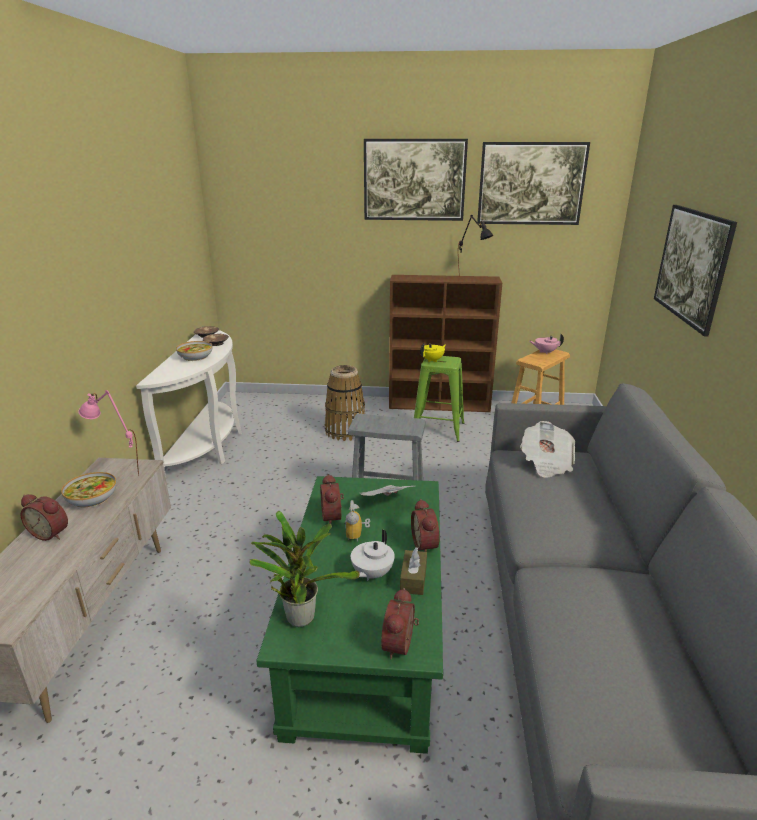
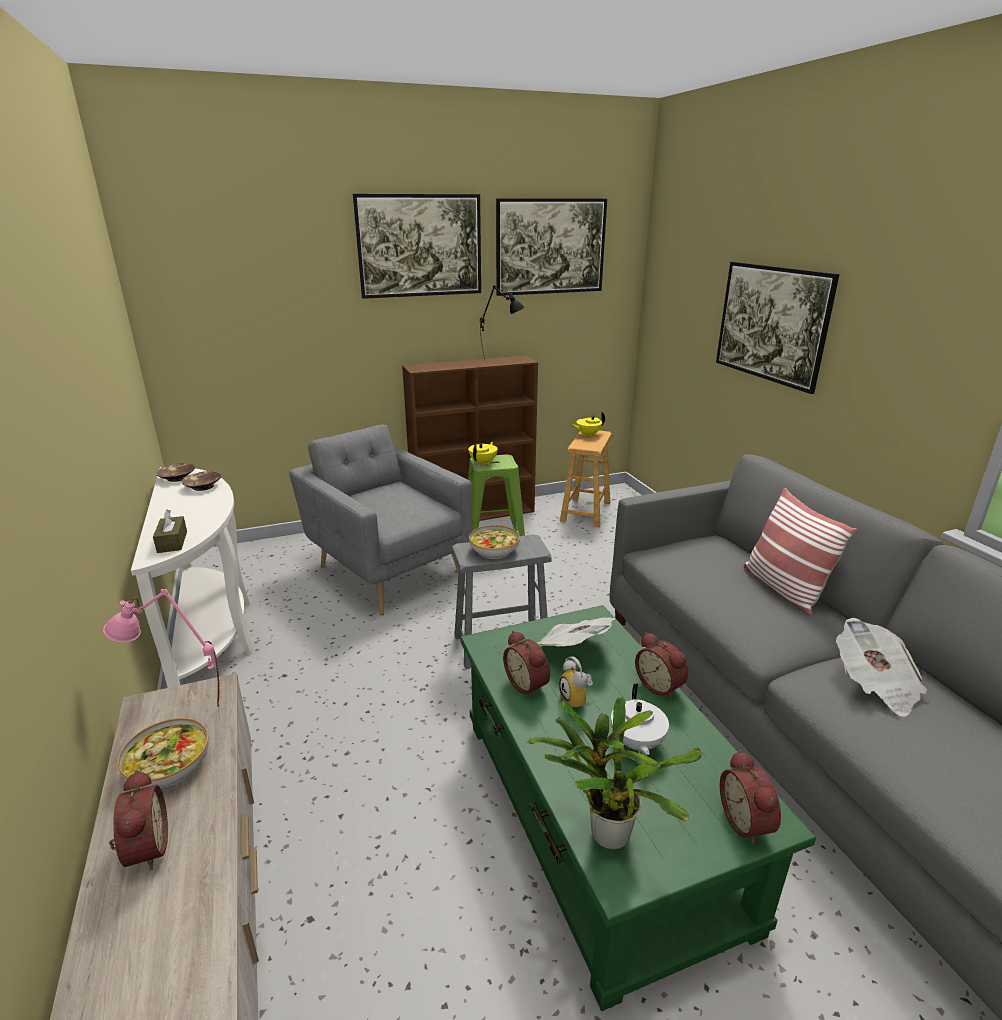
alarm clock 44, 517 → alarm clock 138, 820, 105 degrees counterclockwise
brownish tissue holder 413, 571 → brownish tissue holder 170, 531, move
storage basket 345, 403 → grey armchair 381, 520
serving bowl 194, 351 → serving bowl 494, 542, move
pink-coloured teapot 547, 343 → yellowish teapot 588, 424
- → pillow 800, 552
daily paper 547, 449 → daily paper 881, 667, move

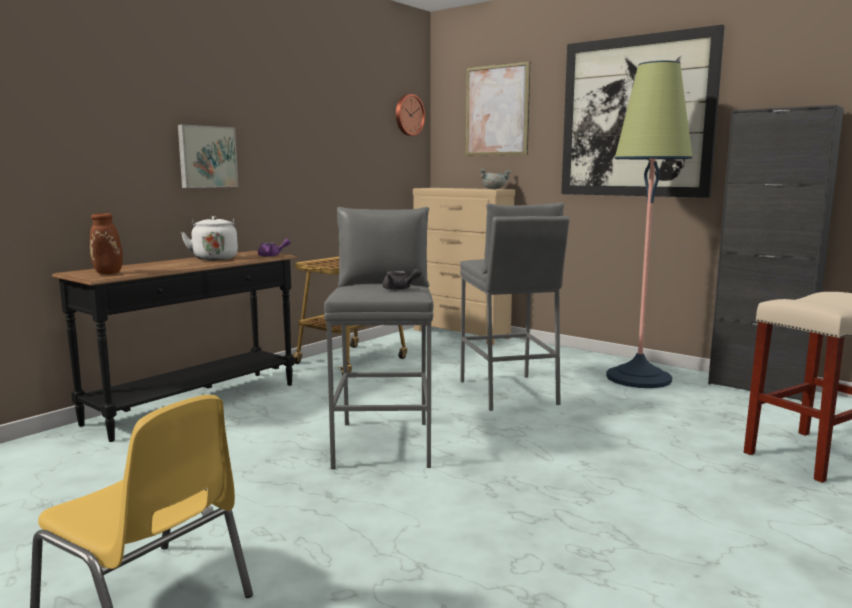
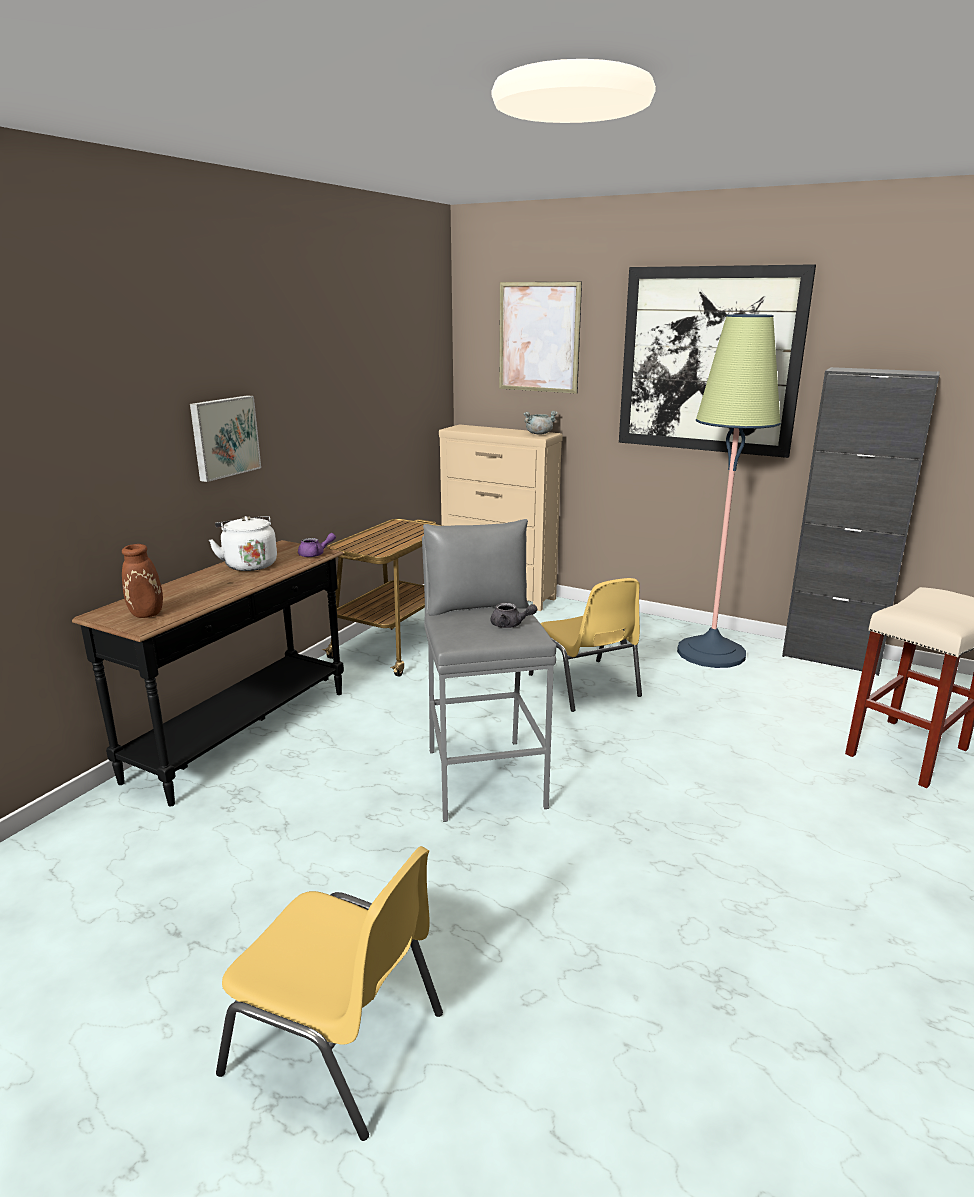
grey sitting stool 514, 307 → yellowish plain chair 585, 645
clock on the wall 410, 115 → -

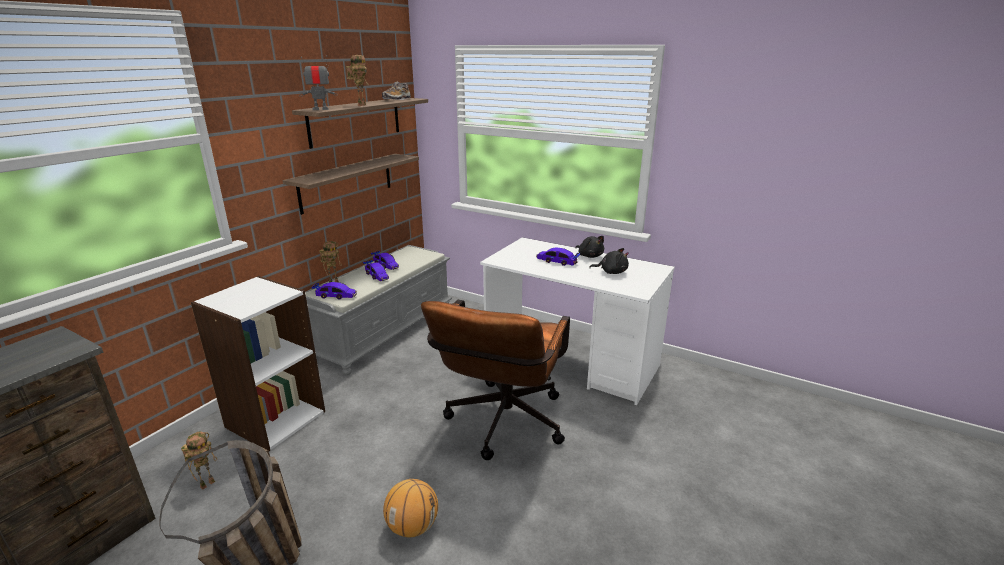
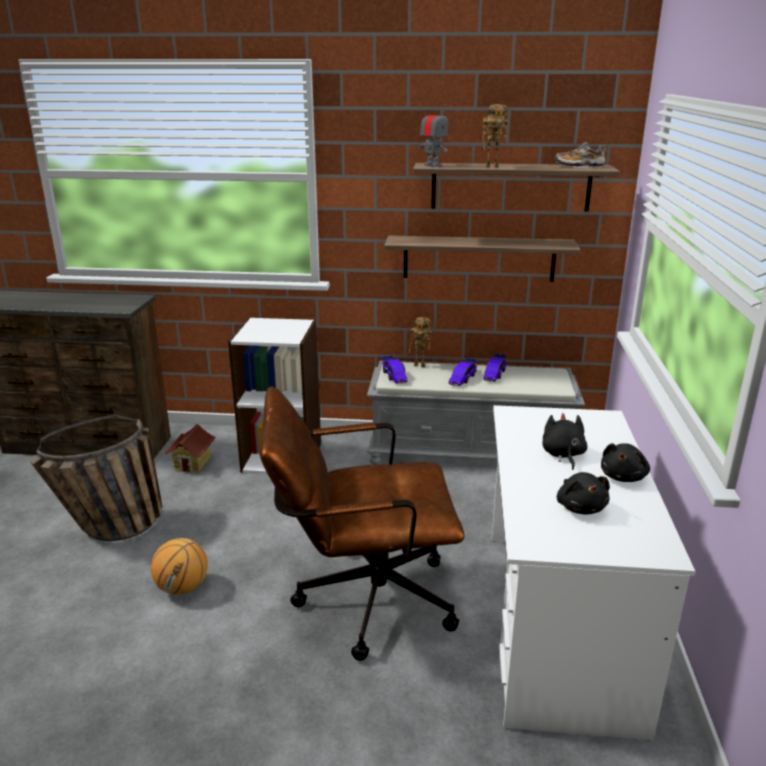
robot figure 199, 461 → model house 190, 448
model car 558, 257 → black-coloured plush toy 564, 441

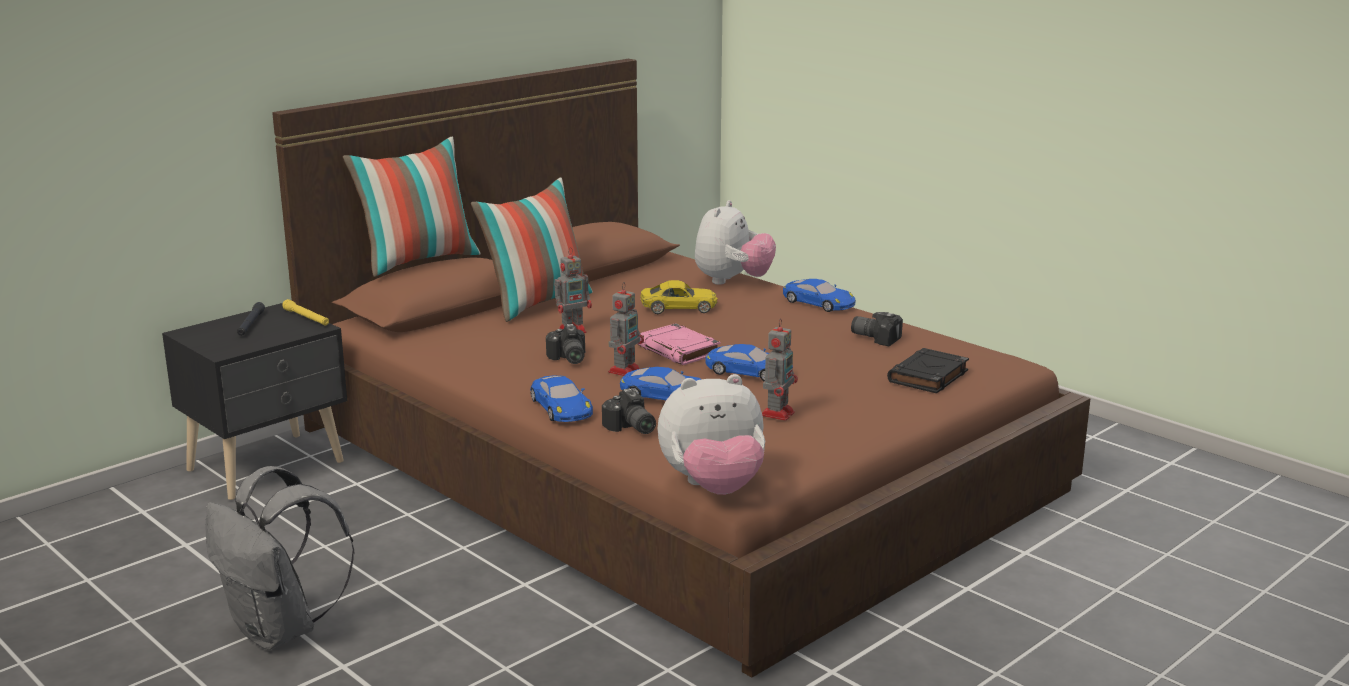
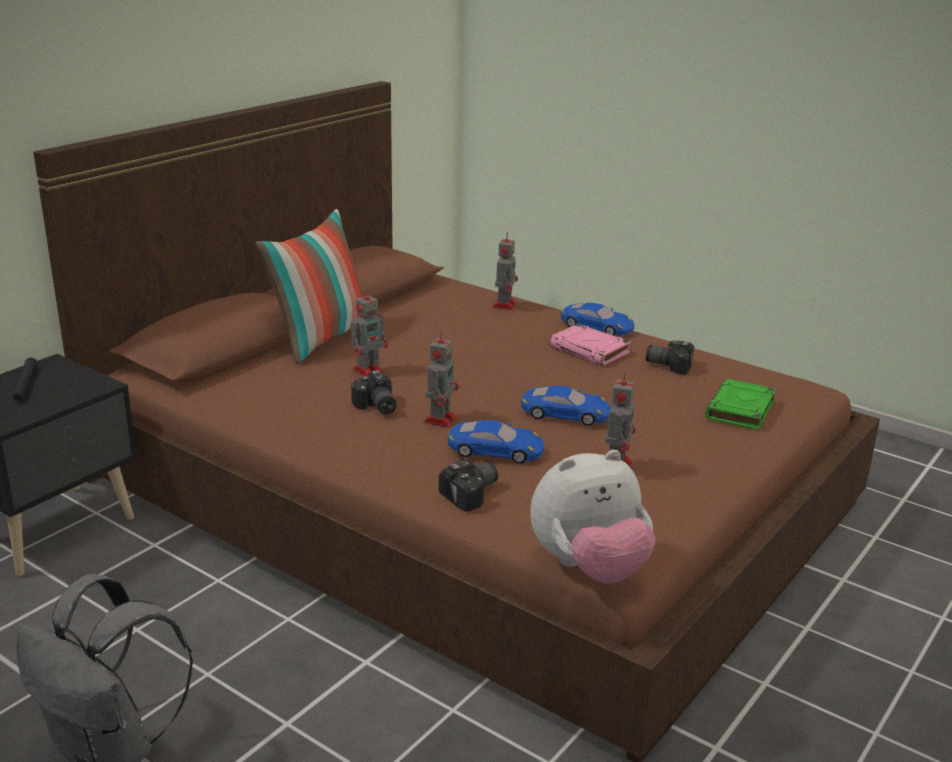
photo camera 629, 411 → photo camera 468, 486, 90 degrees counterclockwise
plush toy 735, 242 → robot figure 505, 271
pink-coloured book 678, 344 → pink-coloured book 590, 345, move
black-coloured book 928, 370 → green-coloured book 740, 404
yellowish flashlight 305, 312 → -
pillow 411, 207 → -
blue-coloured model car 561, 399 → -
yellowish model car 679, 297 → -

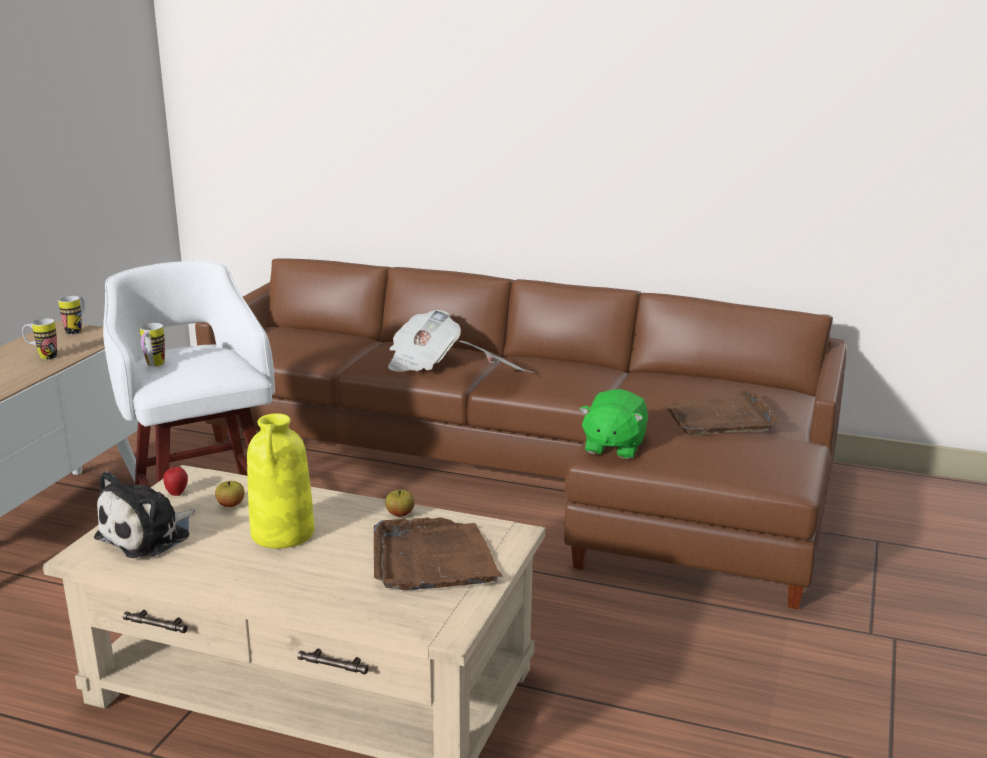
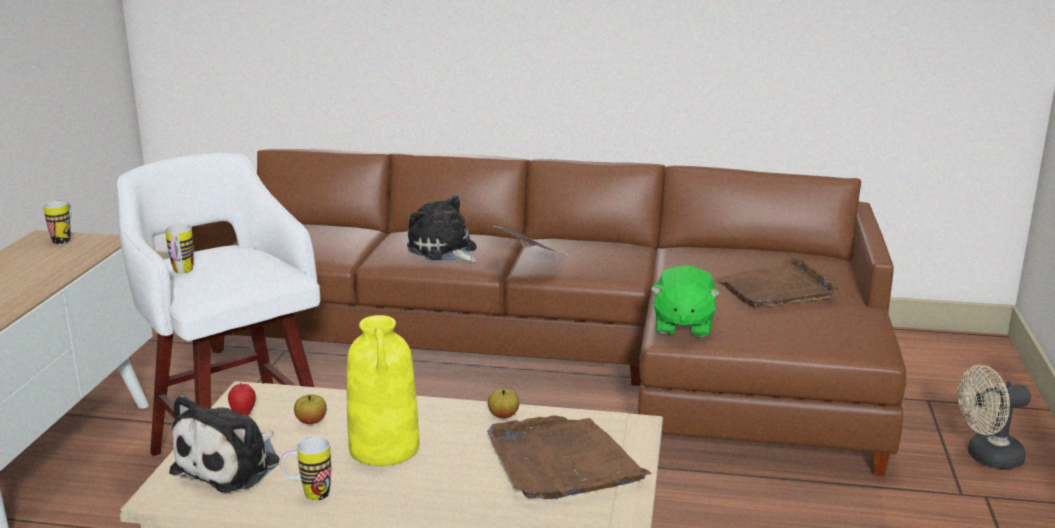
tea mug 39, 338 → tea mug 306, 469, move
daily paper 424, 341 → plush toy 442, 228
- → beige-coloured cooling fan 994, 417

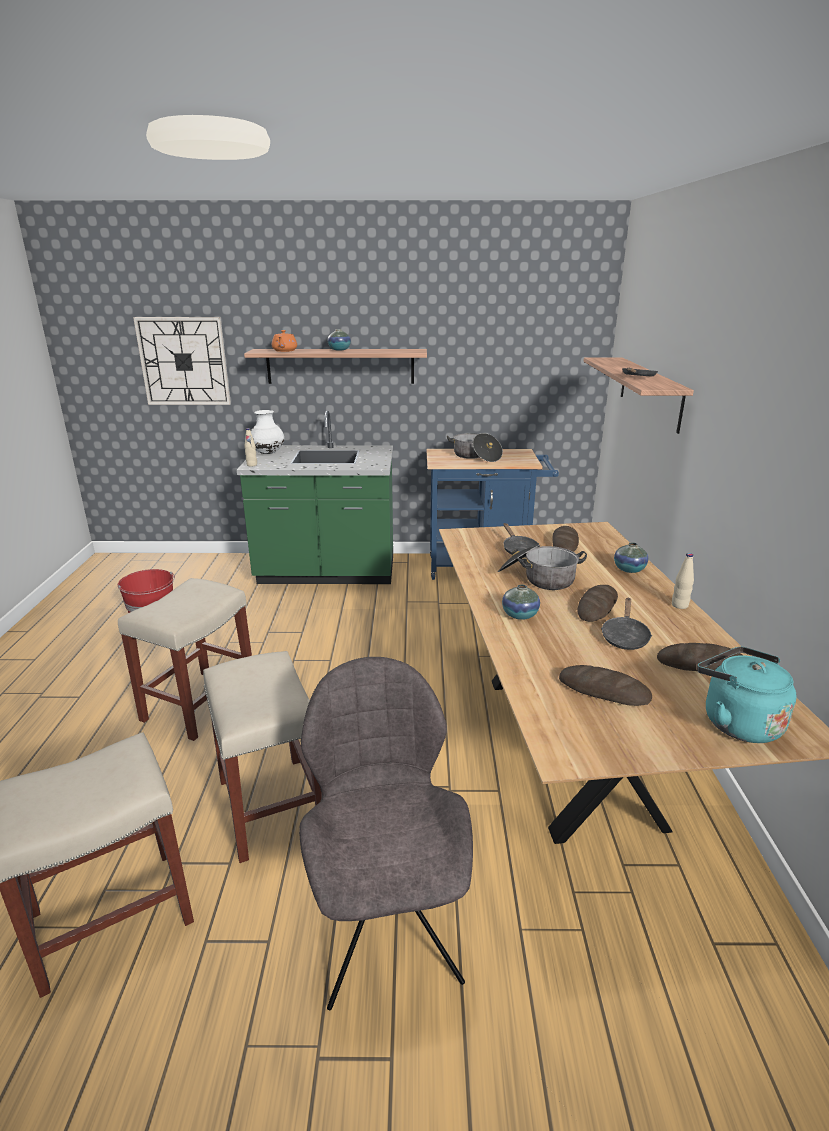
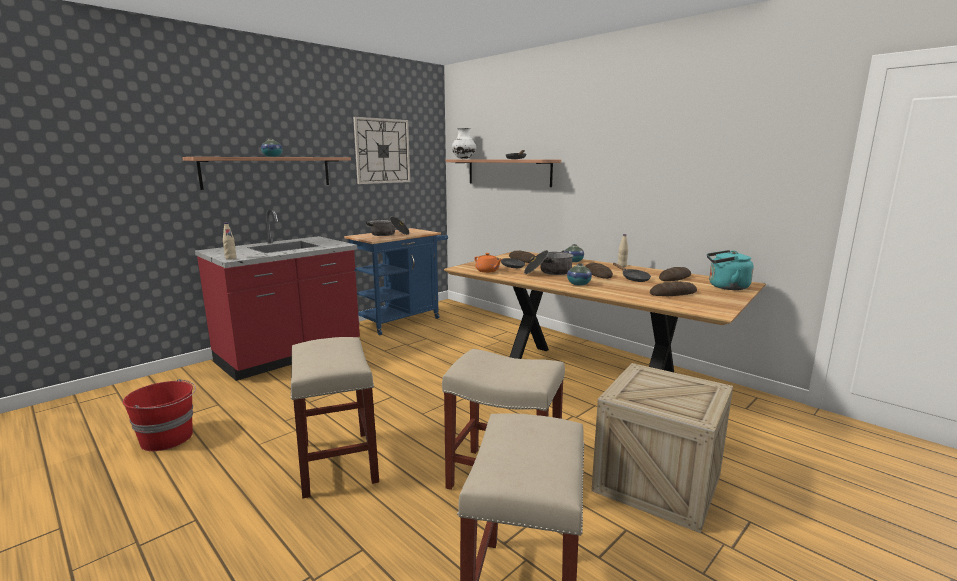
green-coloured counter 315, 497 → red-coloured counter 277, 295
clock on the wall 182, 361 → clock on the wall 381, 150, move
whitish flower vase 267, 432 → whitish flower vase 464, 143, move
orange teapot 284, 341 → orange teapot 488, 263, move
grey plain chair 386, 833 → shipping crate 662, 448

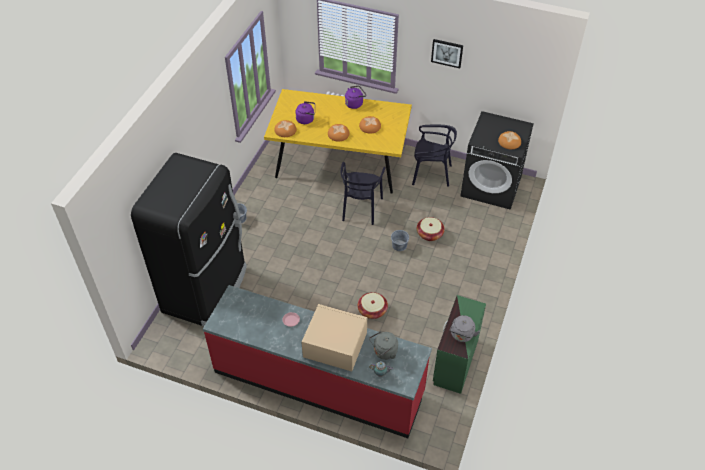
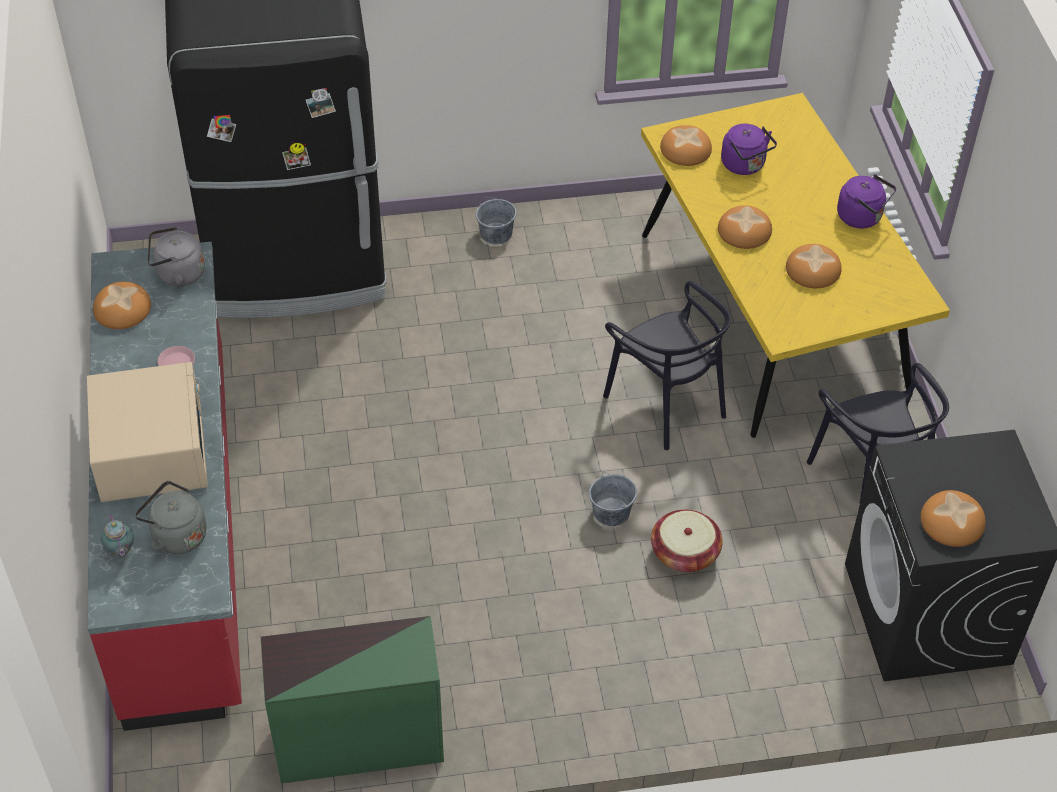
- → baked bread 122, 305
grey tea kettle 465, 328 → grey tea kettle 176, 257, move
black-coloured plain chair 363, 193 → black-coloured plain chair 667, 365, 105 degrees counterclockwise
storage basket 373, 305 → -
wall picture 447, 53 → -

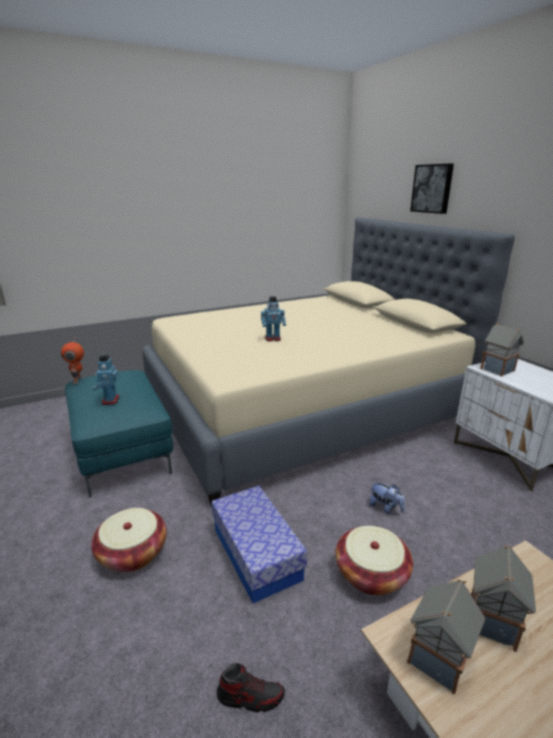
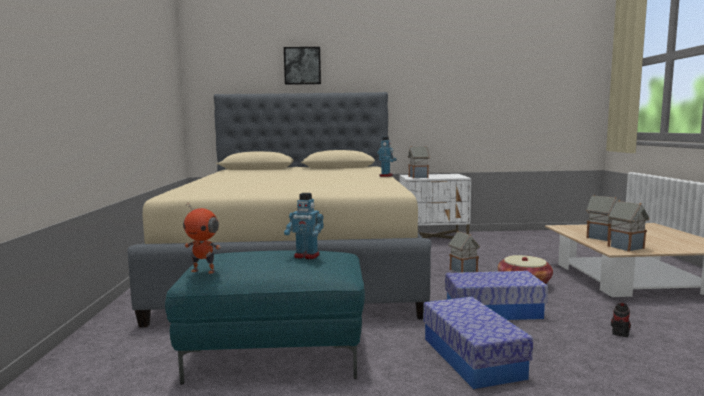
robot figure 273, 318 → robot figure 387, 156, move
storage basket 129, 540 → storage container 478, 343
plush toy 387, 498 → model house 464, 252

